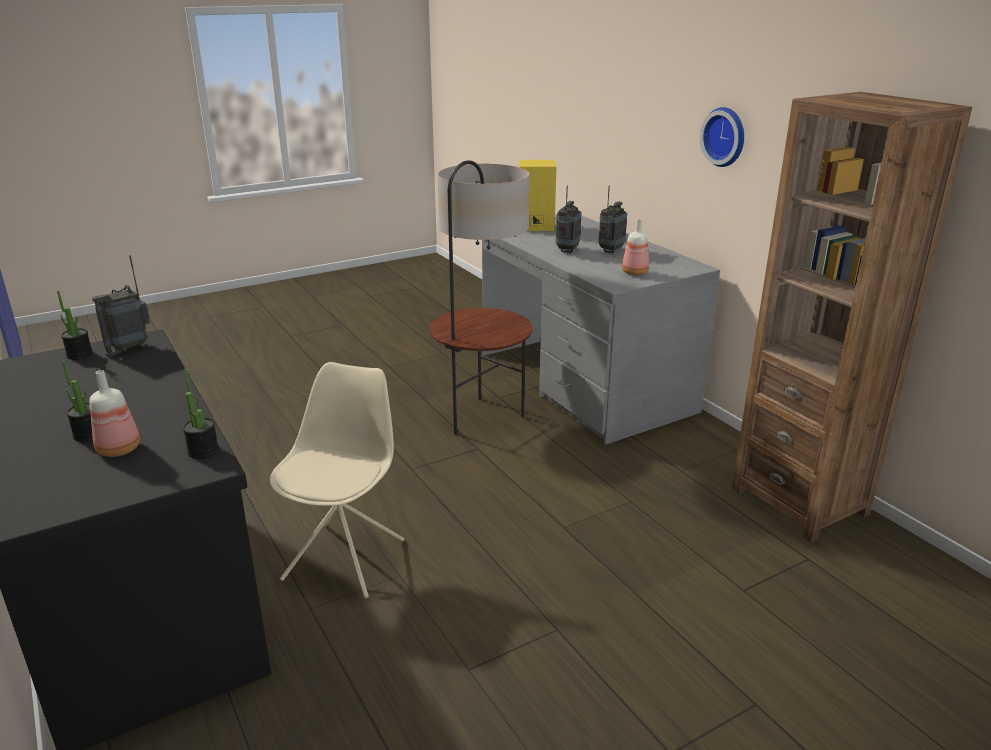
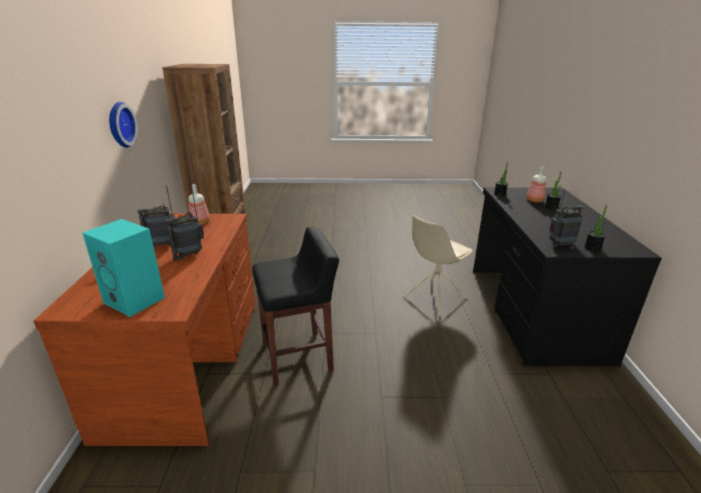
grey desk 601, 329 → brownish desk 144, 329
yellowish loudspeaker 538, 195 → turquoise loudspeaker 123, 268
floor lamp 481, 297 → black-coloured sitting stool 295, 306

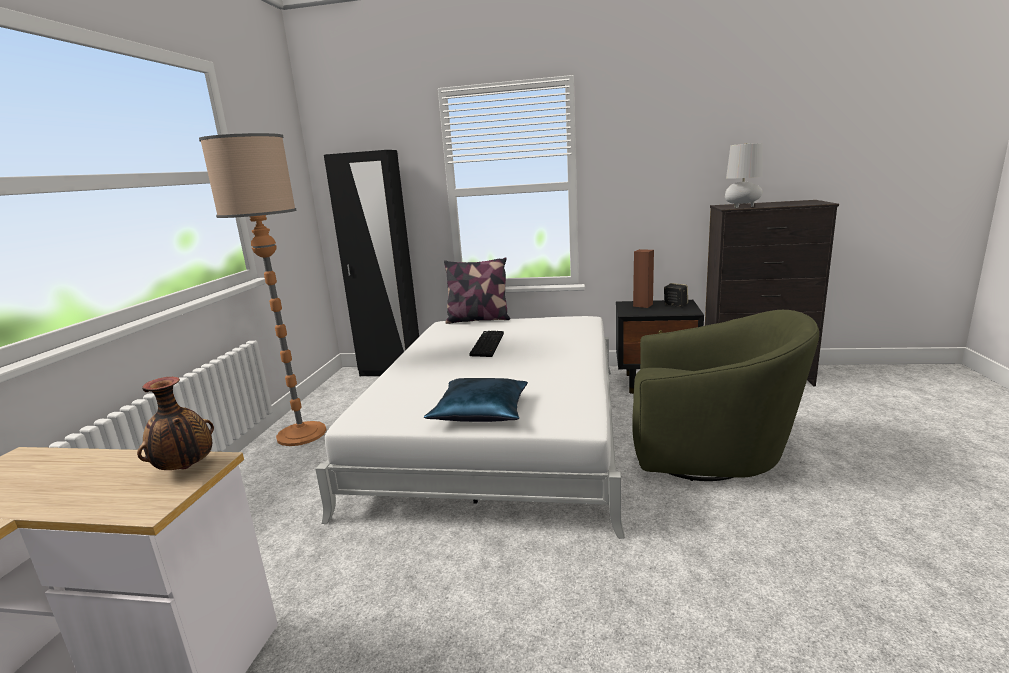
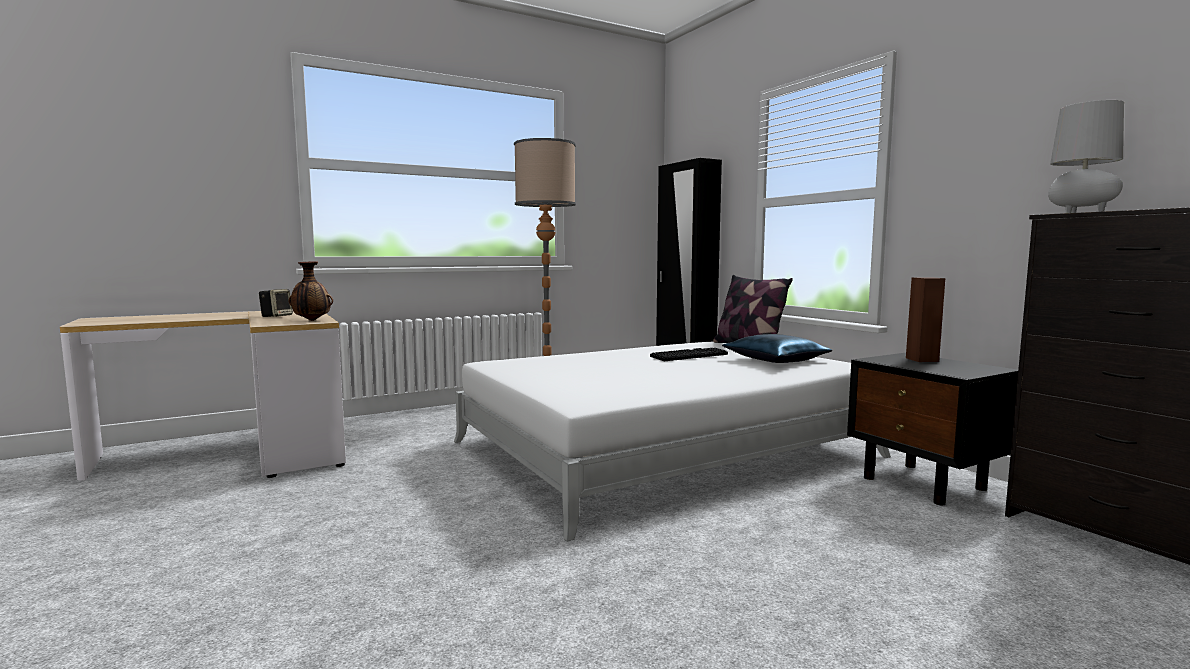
loudspeaker 676, 295 → loudspeaker 276, 303, move
blue-coloured pillow 476, 400 → blue-coloured pillow 777, 348, move
green-coloured armchair 726, 395 → -

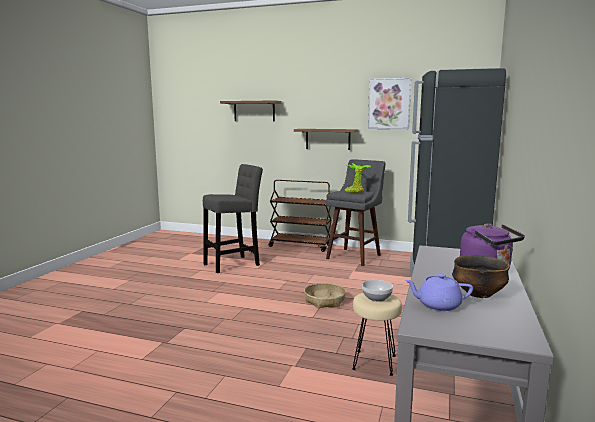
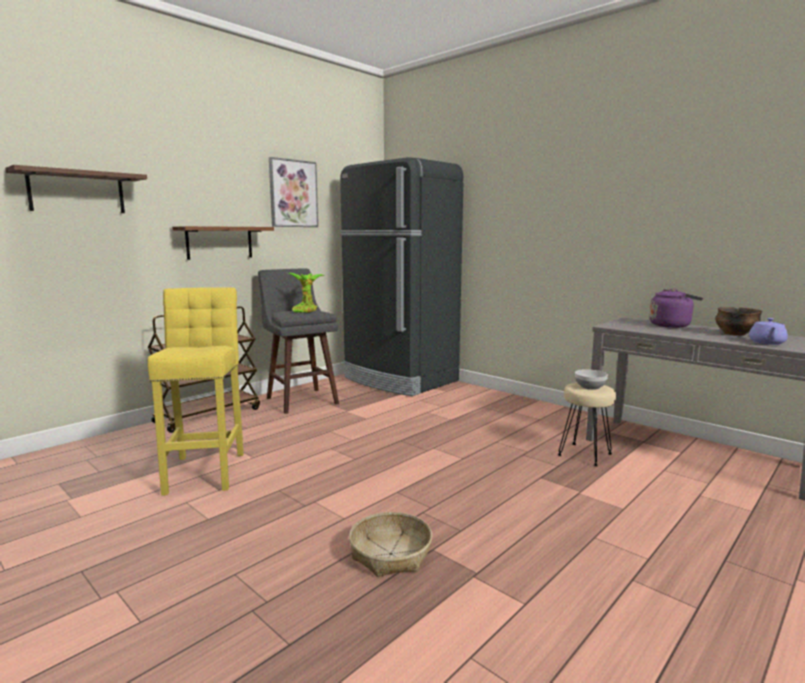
grey sitting stool 233, 218 → yellowish sitting stool 195, 391
storage basket 325, 295 → storage basket 390, 544, move

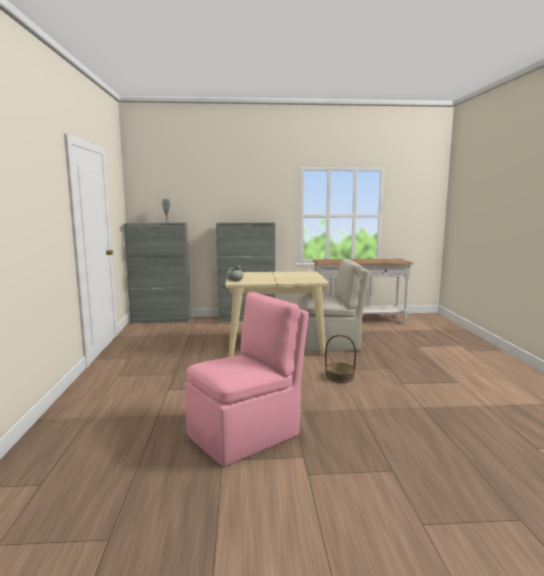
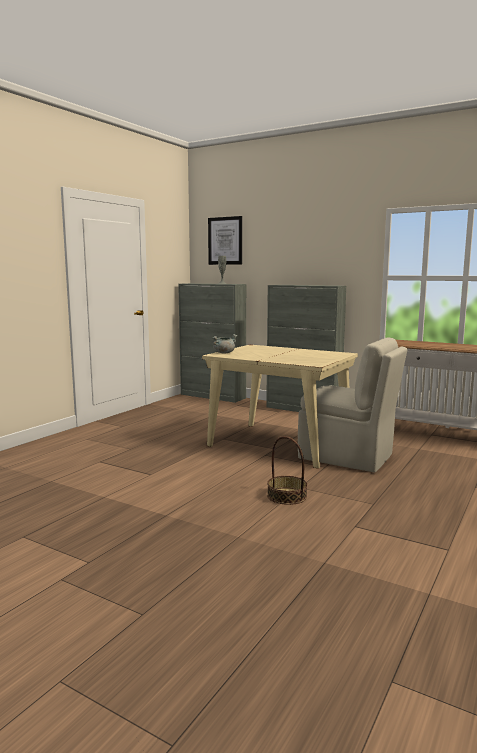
- → wall picture 225, 240
pink-coloured plain chair 247, 379 → -

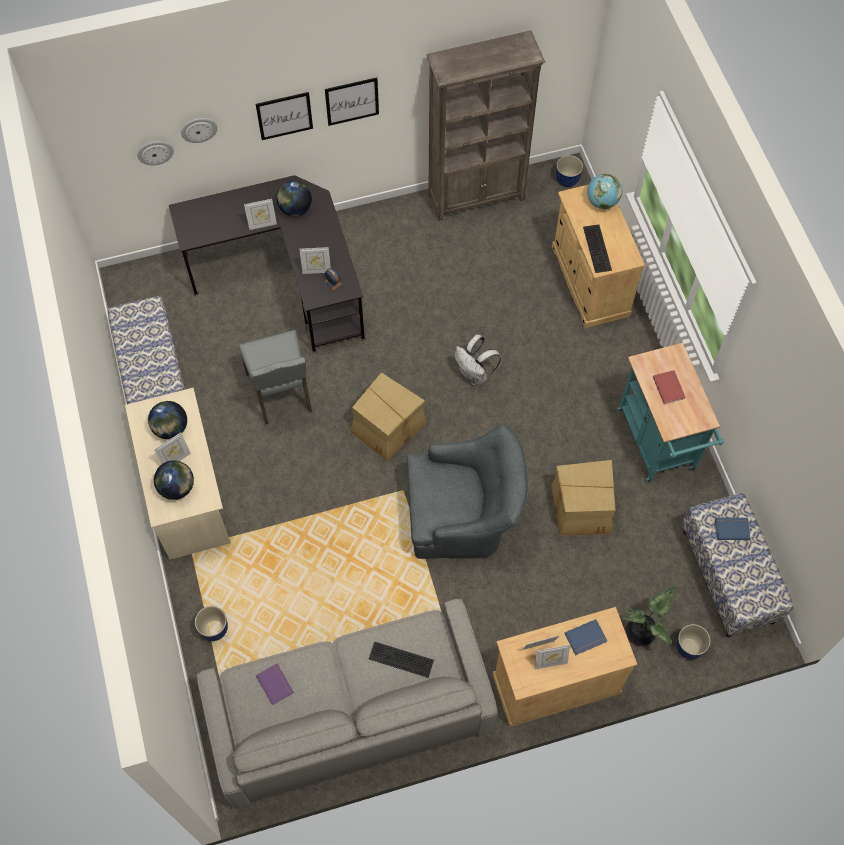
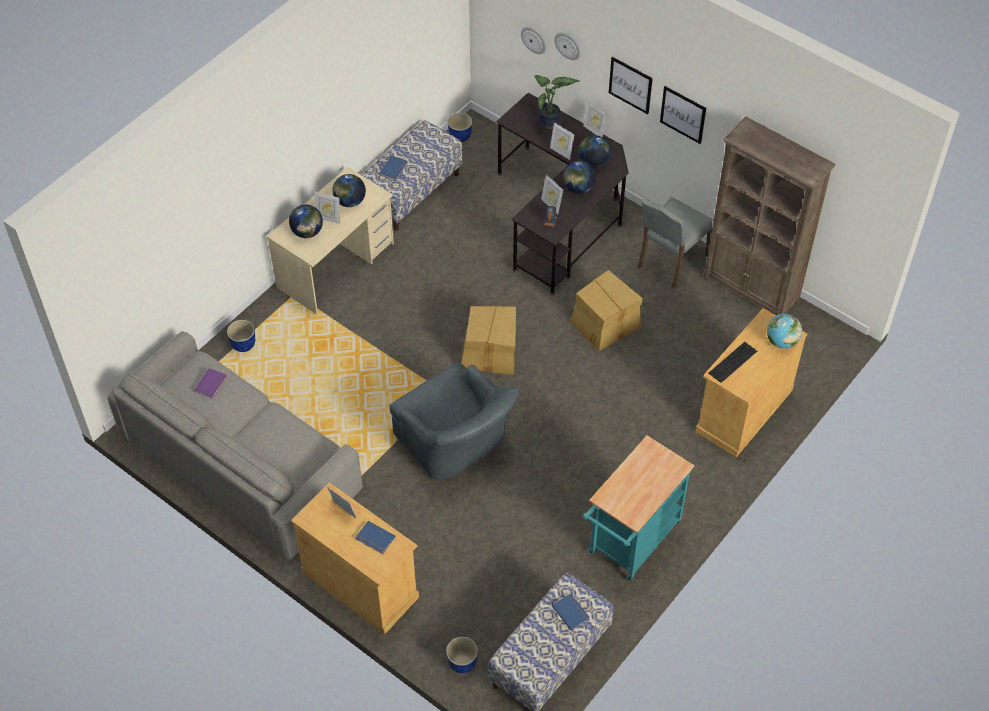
- → blue-coloured book 393, 168
planter 569, 171 → planter 459, 127, move
potted plant 649, 615 → potted plant 557, 102, move
- → globe 579, 177
carton 583, 497 → carton 606, 310, move
standing frame 552, 657 → standing frame 595, 119, move
grey plain chair 275, 377 → grey plain chair 676, 242, move
keyboard 401, 659 → -
whitish knapsack 477, 360 → -
red-coloured book 669, 387 → -

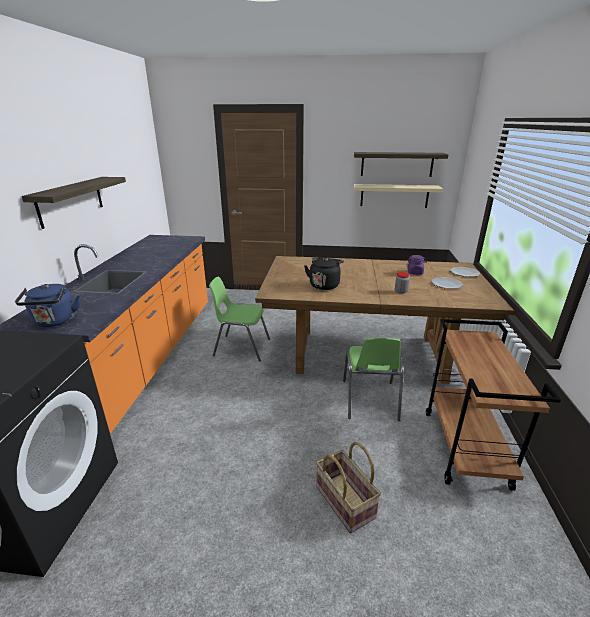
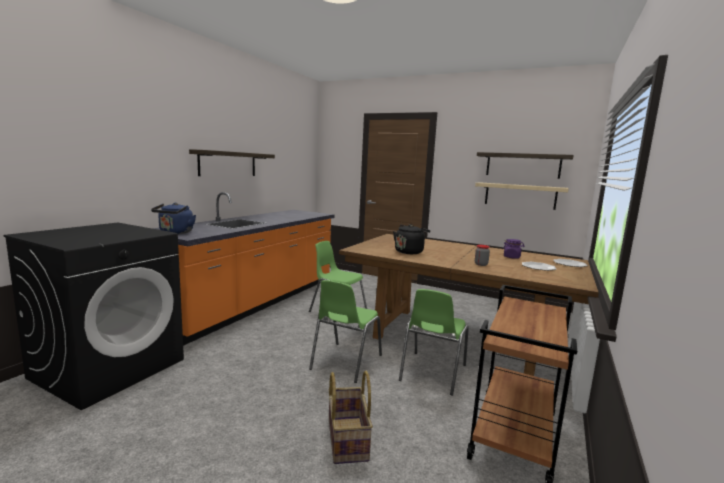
- → green-coloured plain chair 345, 331

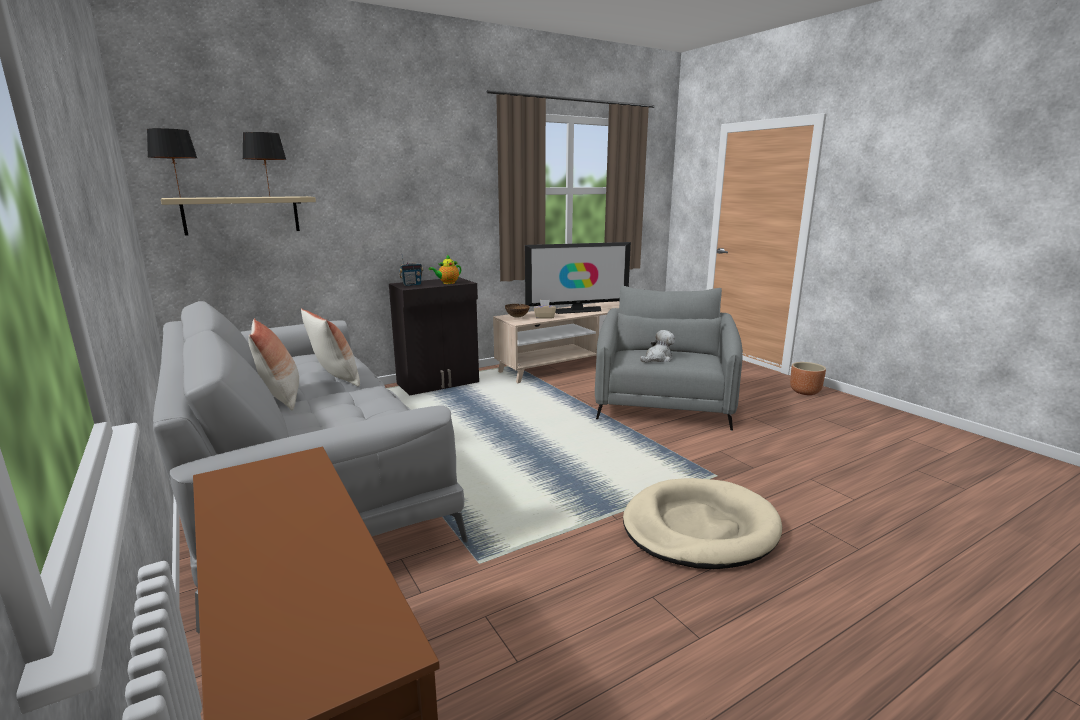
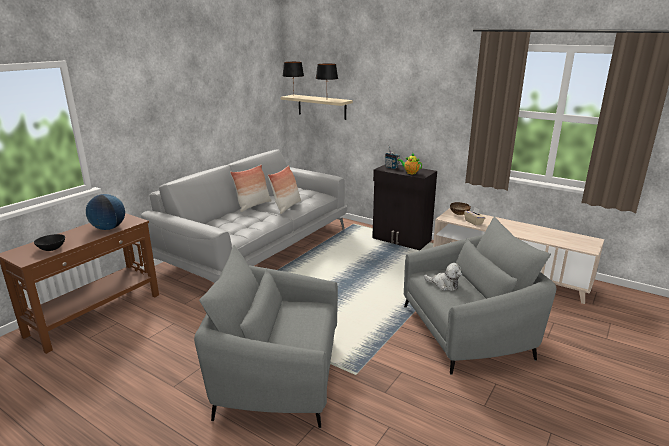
- → black-coloured serving bowl 49, 242
- → globe 105, 212
beige-coloured dog cushion 702, 523 → grey armchair 266, 336
TV set 578, 278 → -
brownish planter 808, 378 → -

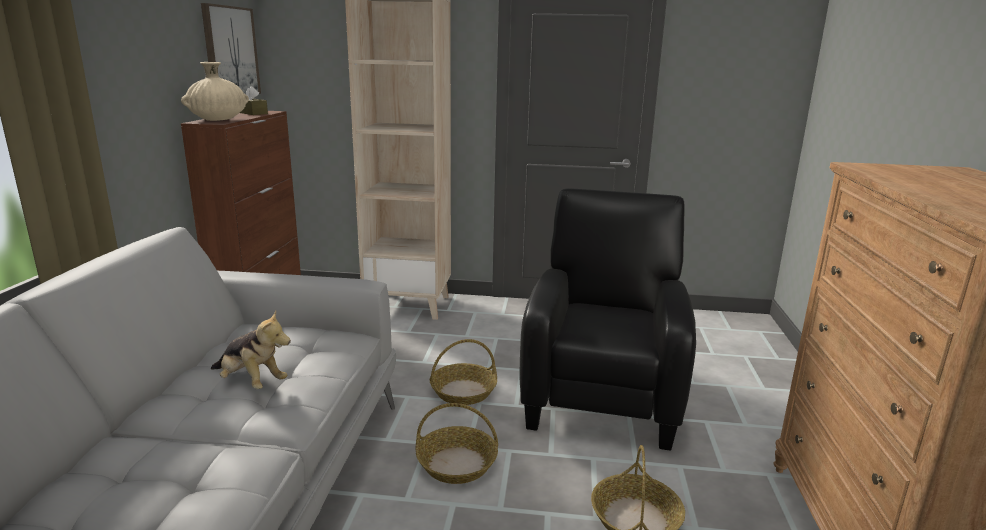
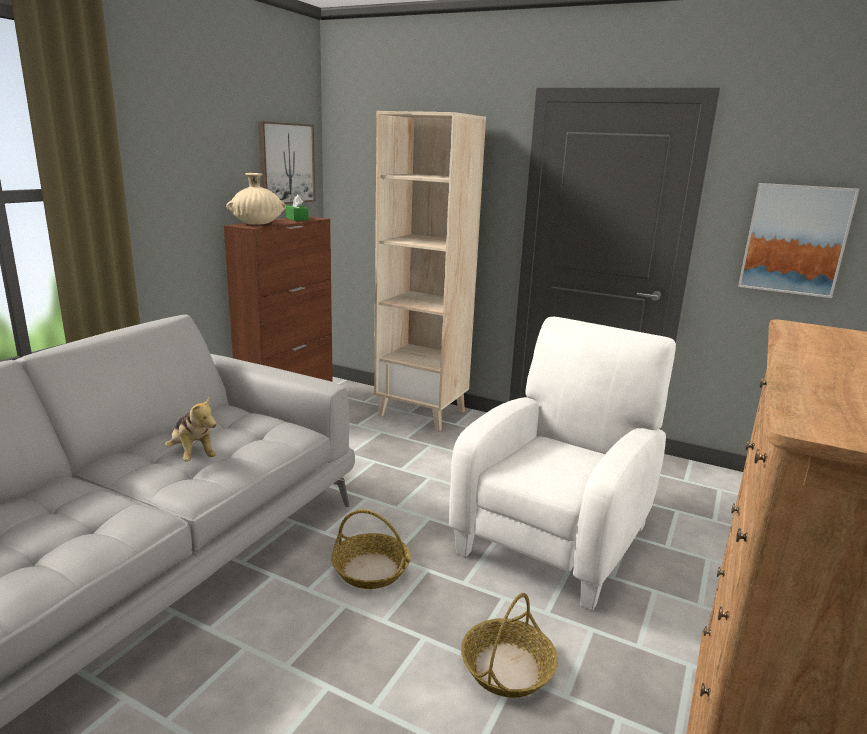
brownish tissue holder 254, 100 → green-coloured tissue holder 297, 208
black-coloured armchair 608, 319 → whitish armchair 562, 464
- → wall picture 798, 240
storage basket 463, 372 → -

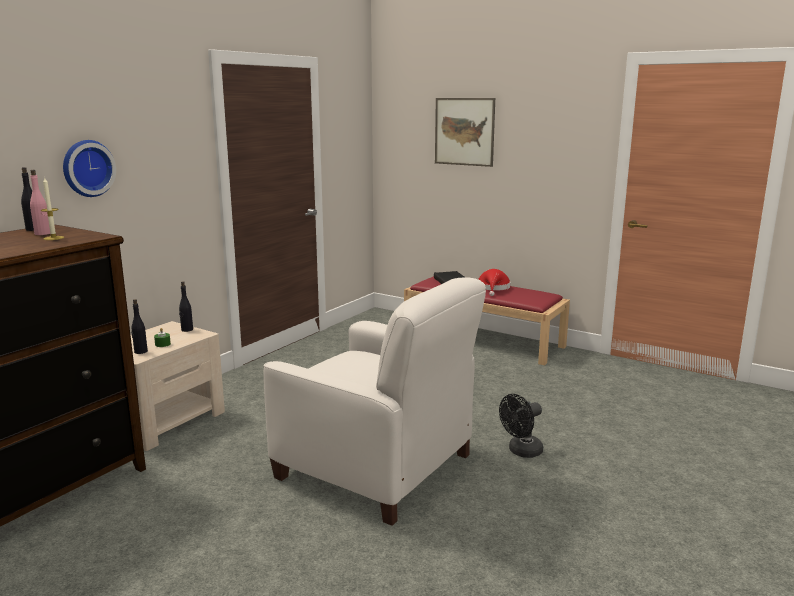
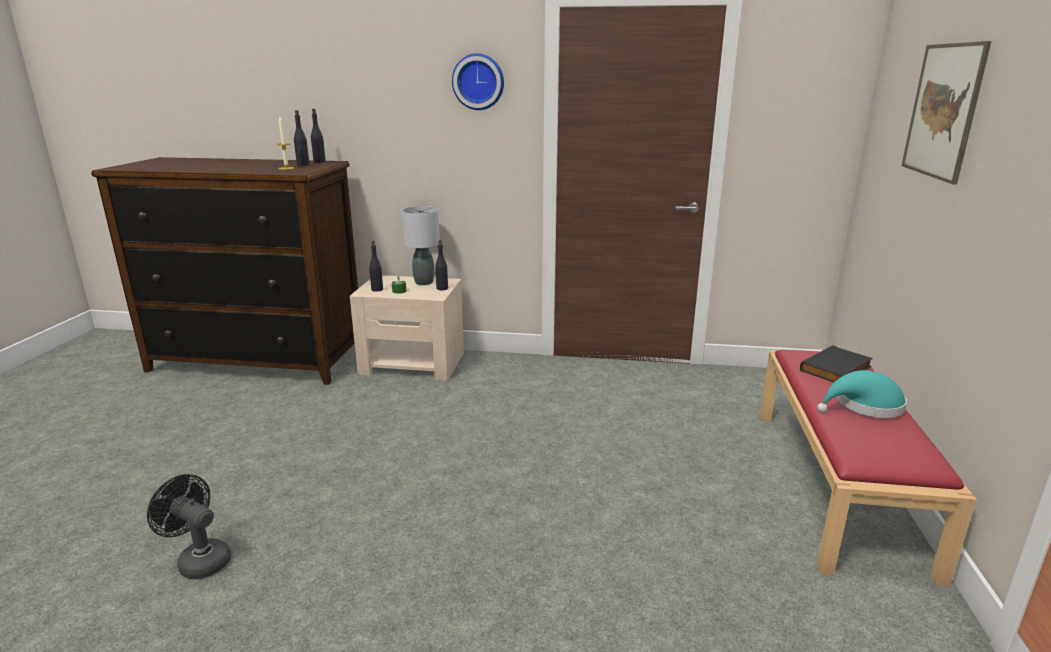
black-coloured cooling fan 521, 426 → black-coloured cooling fan 189, 527, move
pink-coloured bottle 40, 202 → black-coloured bottle 301, 138
- → grey lamp for a table 420, 245
clock on the wall 89, 168 → clock on the wall 478, 81, move
red-coloured hat 494, 282 → turquoise hat 862, 394
whitish armchair 374, 401 → -

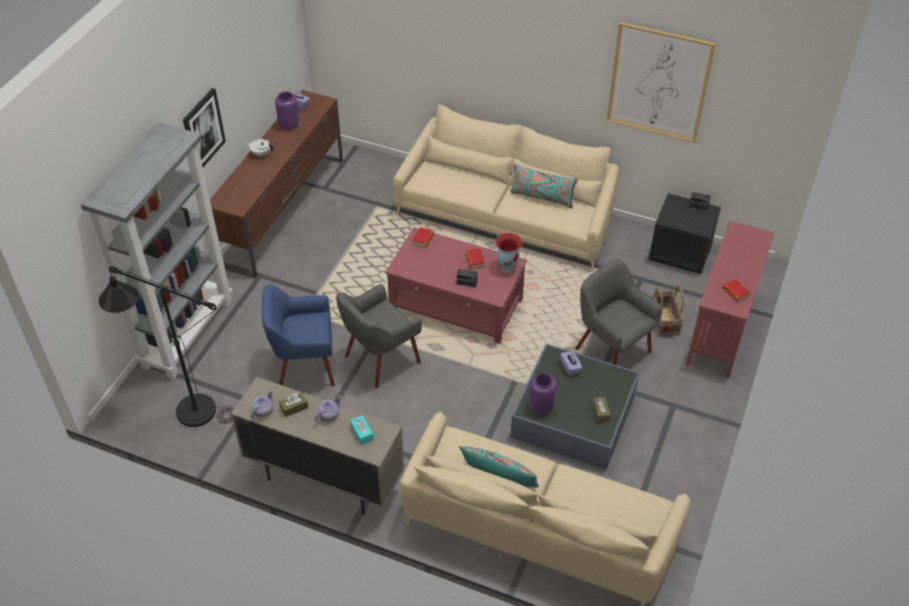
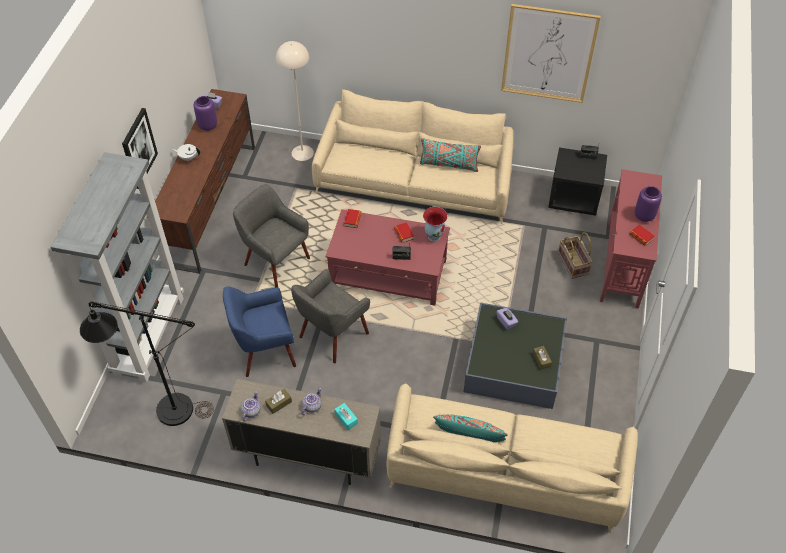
grey armchair 618, 312 → grey armchair 271, 236, move
- → beige-coloured floor lamp 295, 101
purple flower vase 542, 393 → purple flower vase 648, 204, move

